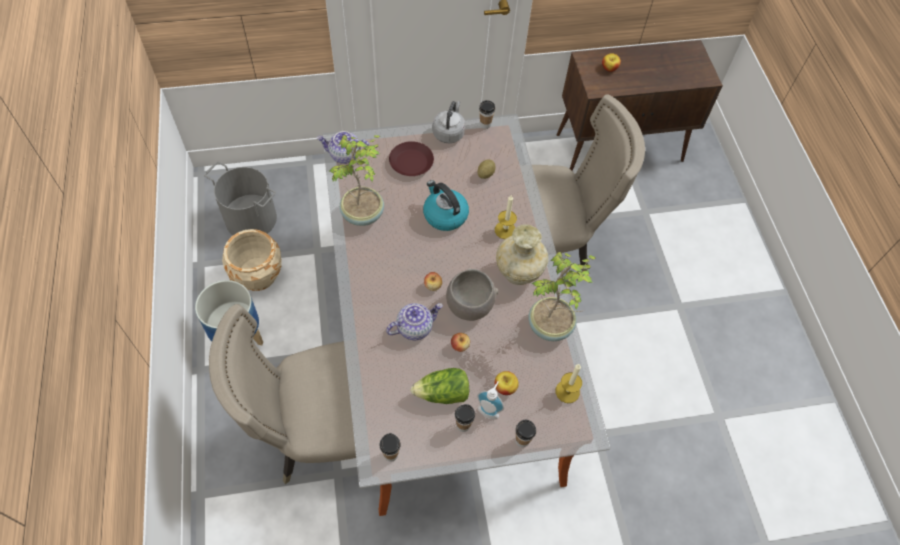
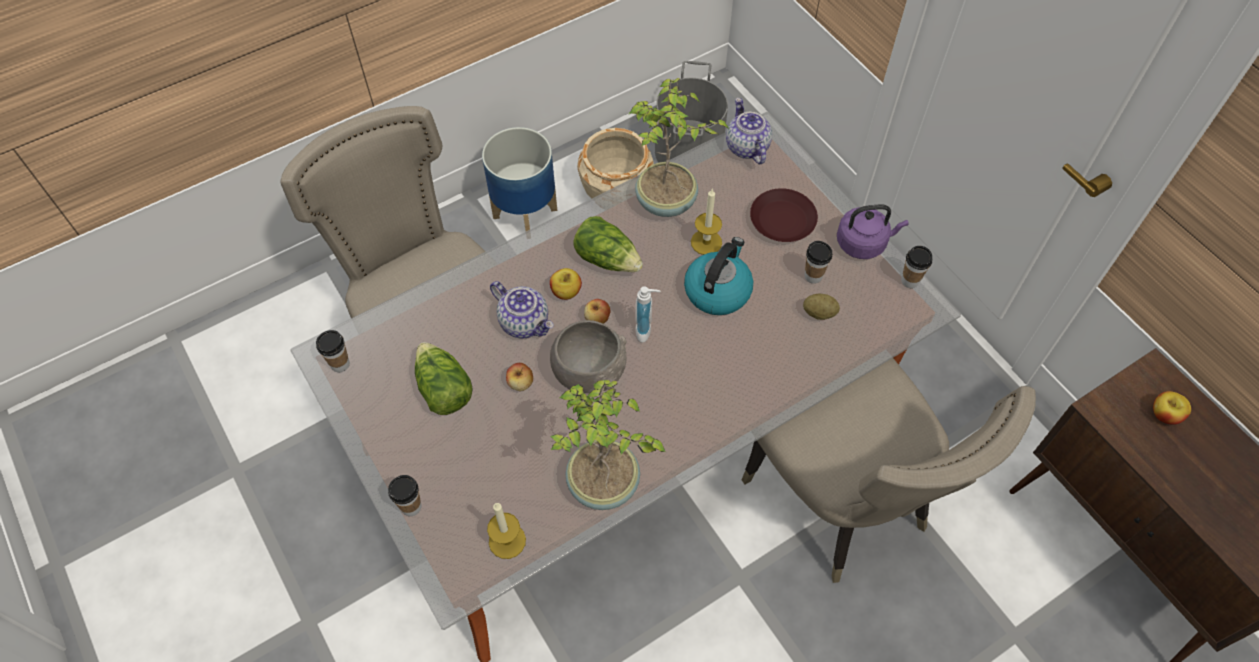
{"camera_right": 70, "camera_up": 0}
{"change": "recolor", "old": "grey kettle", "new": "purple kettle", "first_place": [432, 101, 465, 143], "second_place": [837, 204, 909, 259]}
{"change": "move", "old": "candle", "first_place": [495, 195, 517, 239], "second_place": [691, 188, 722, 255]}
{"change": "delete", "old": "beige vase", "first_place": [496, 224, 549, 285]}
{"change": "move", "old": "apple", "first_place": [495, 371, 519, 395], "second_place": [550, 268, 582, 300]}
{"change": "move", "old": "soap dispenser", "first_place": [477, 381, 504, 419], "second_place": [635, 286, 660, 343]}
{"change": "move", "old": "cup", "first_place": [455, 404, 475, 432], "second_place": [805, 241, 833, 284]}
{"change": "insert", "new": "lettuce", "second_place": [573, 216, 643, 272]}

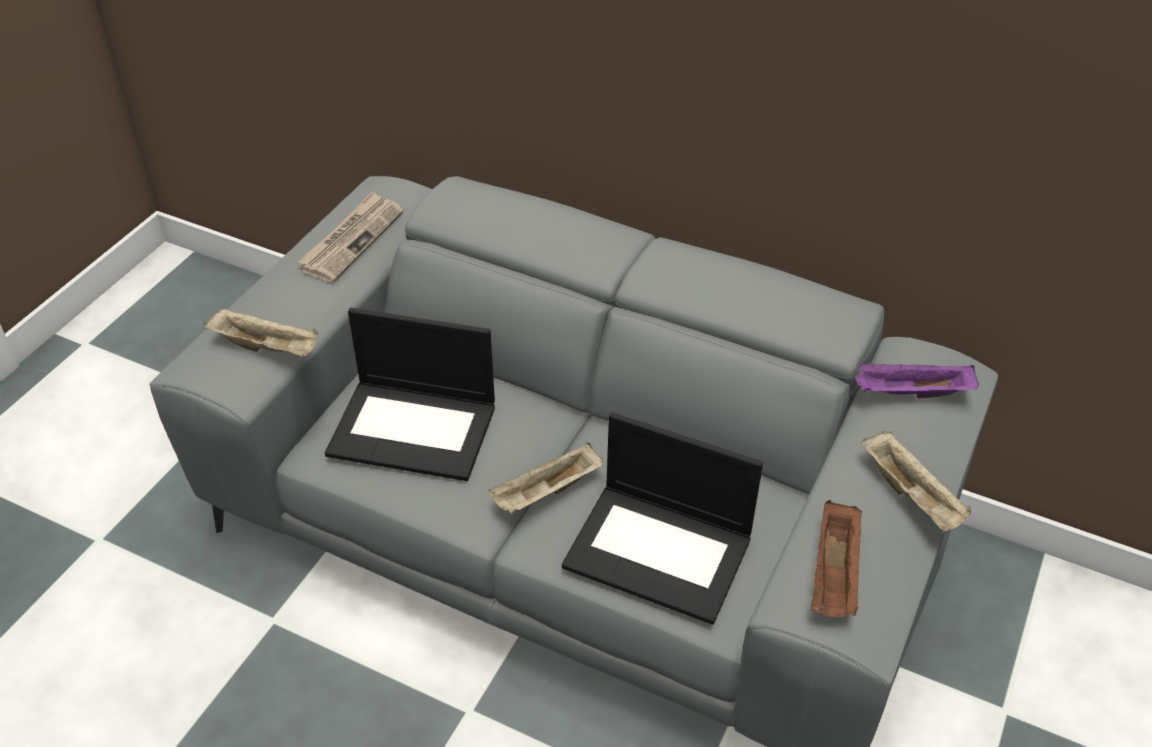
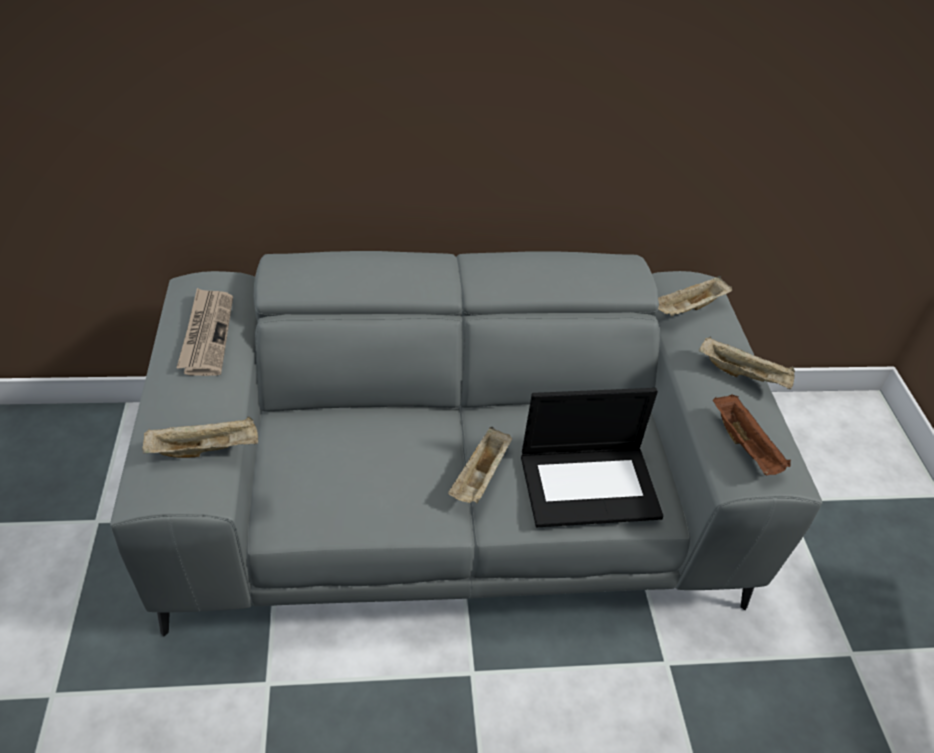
{"camera_right": -35, "camera_up": 0}
{"change": "delete", "old": "laptop", "first_place": [325, 308, 495, 481]}
{"change": "recolor", "old": "purple tray", "new": "beige tray", "first_place": [855, 363, 979, 398], "second_place": [658, 276, 732, 317]}

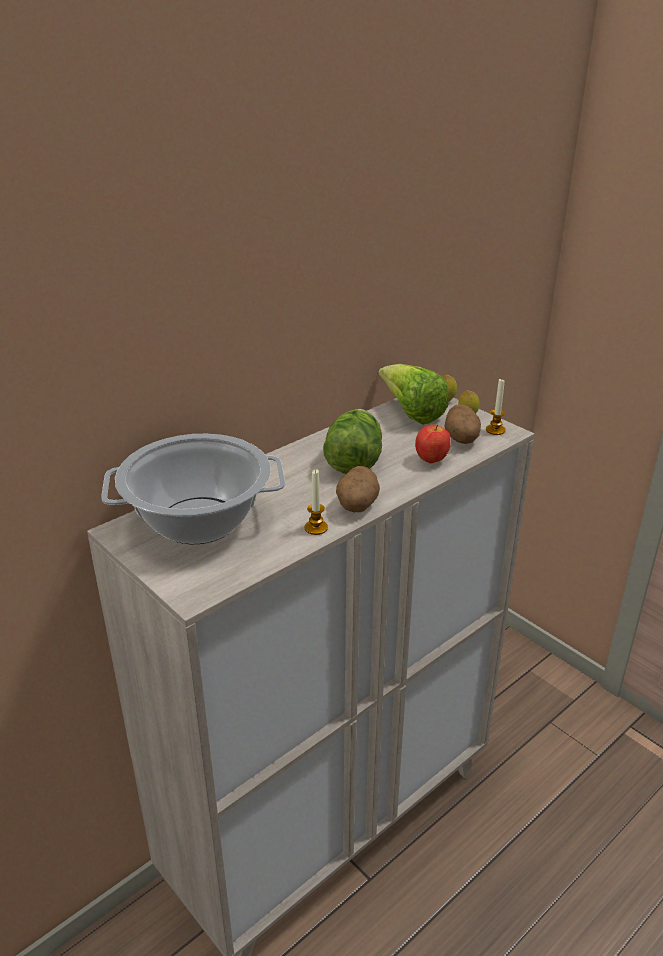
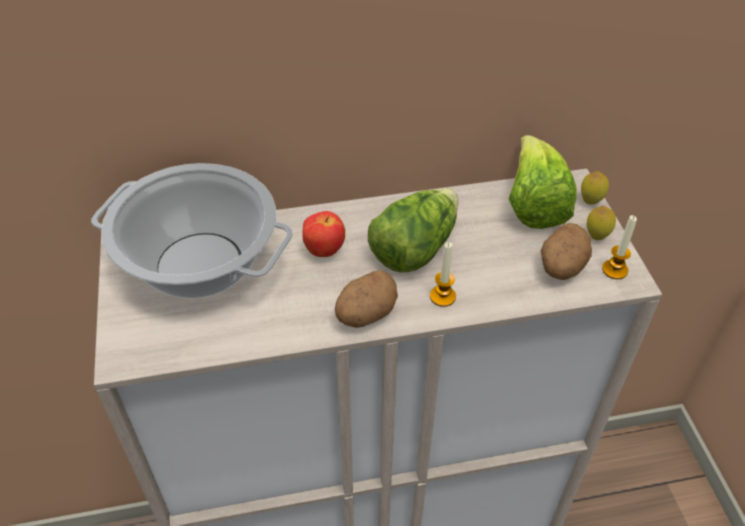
{"camera_right": 30, "camera_up": 15}
{"change": "move", "old": "apple", "first_place": [415, 424, 451, 463], "second_place": [302, 211, 345, 257]}
{"change": "move", "old": "candle", "first_place": [304, 469, 328, 535], "second_place": [430, 242, 456, 307]}

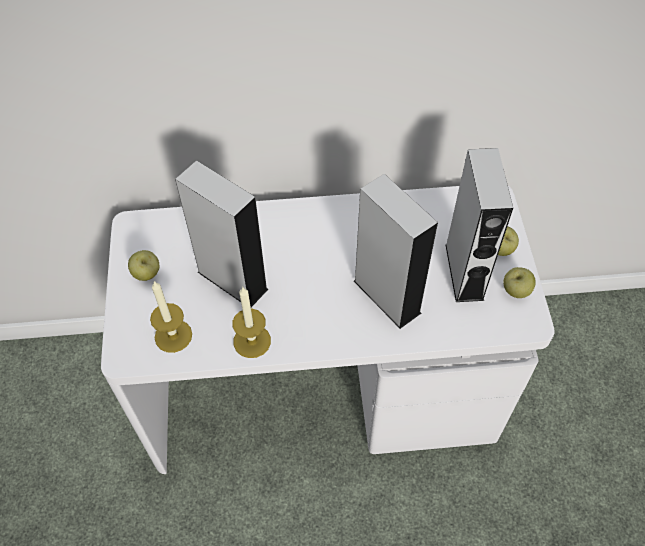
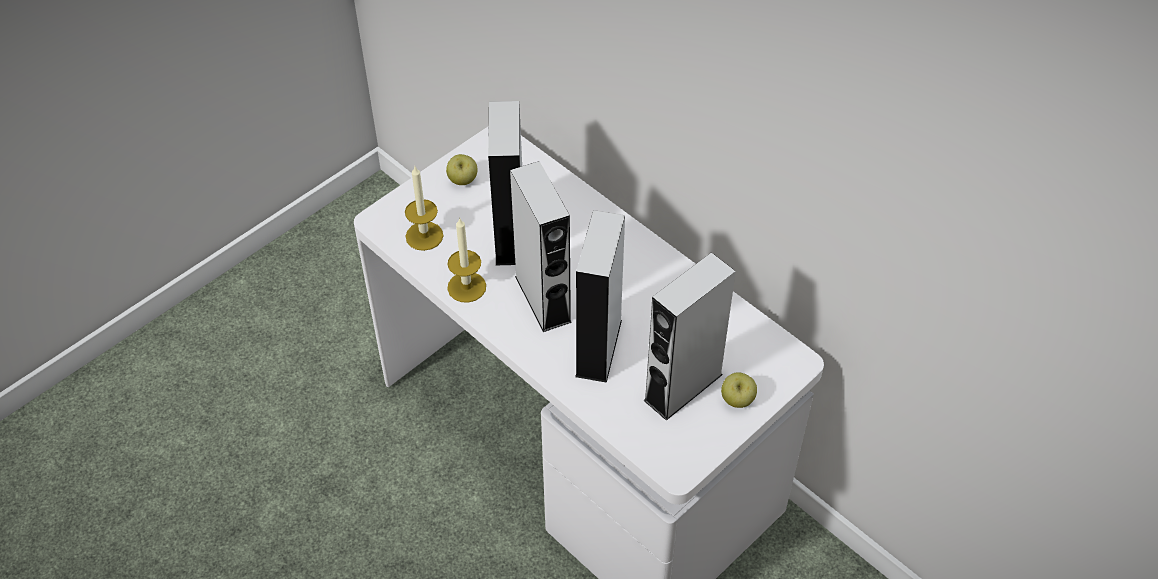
{"camera_right": 50, "camera_up": -5}
{"change": "delete", "old": "apple", "first_place": [504, 267, 536, 298]}
{"change": "insert", "new": "grey speaker", "second_place": [510, 161, 572, 332]}

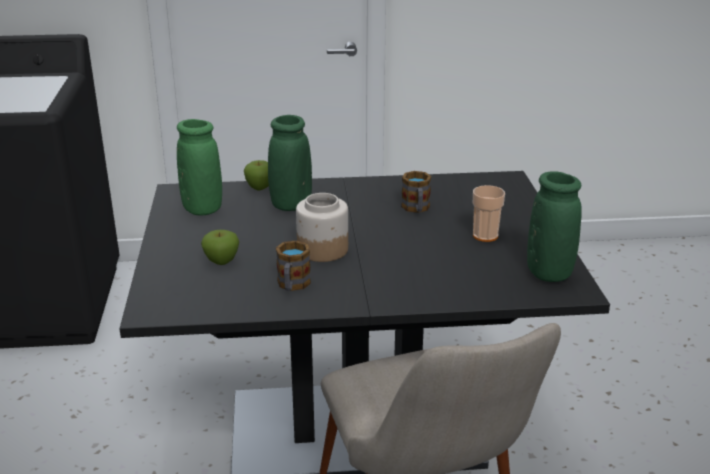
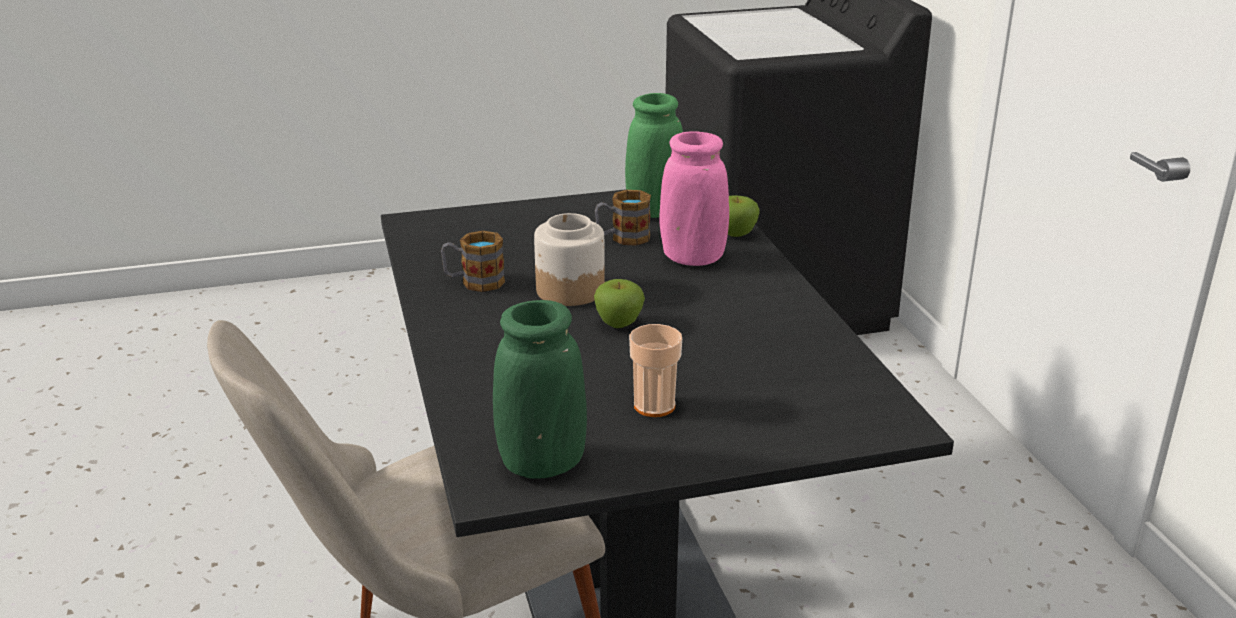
{"camera_right": 80, "camera_up": 0}
{"change": "recolor", "old": "green vase", "new": "pink vase", "first_place": [268, 115, 312, 211], "second_place": [659, 131, 729, 266]}
{"change": "move", "old": "mug", "first_place": [401, 171, 431, 213], "second_place": [595, 190, 651, 246]}
{"change": "move", "old": "apple", "first_place": [201, 230, 239, 265], "second_place": [594, 279, 645, 328]}

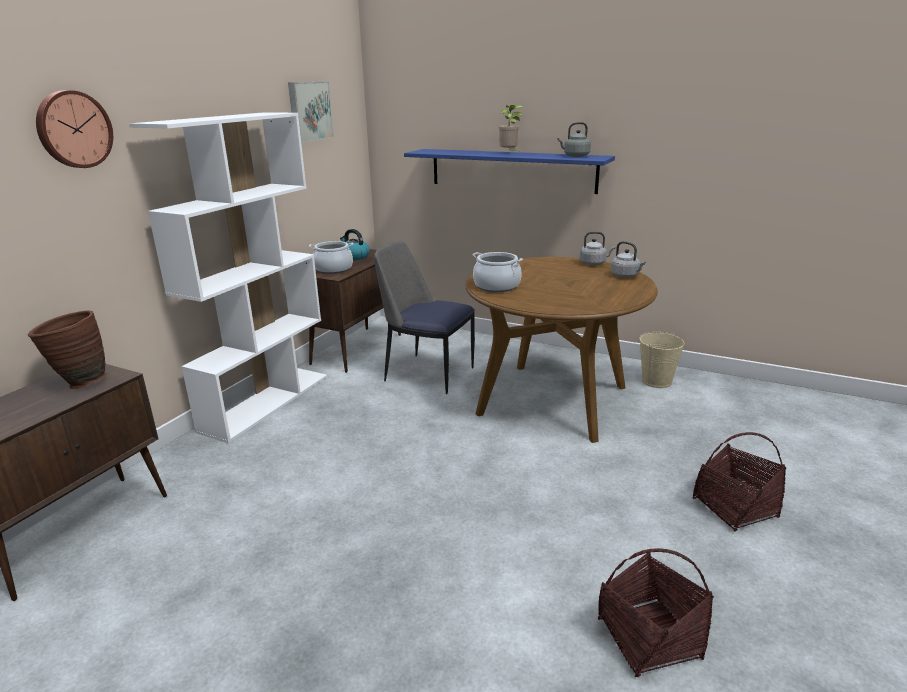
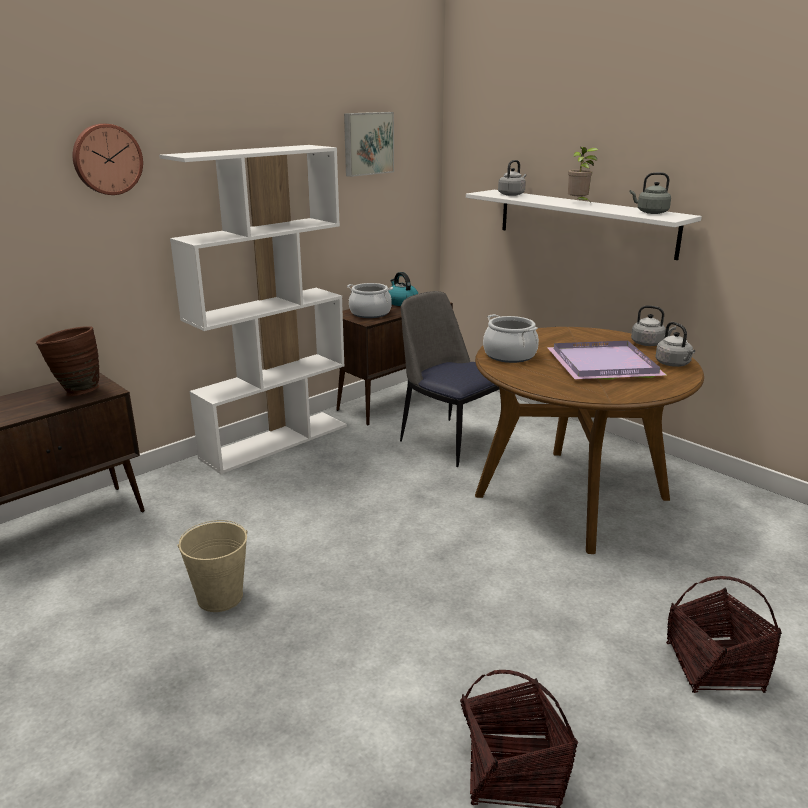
{"camera_right": 20, "camera_up": 0}
{"change": "recolor", "old": "blue shelf", "new": "white shelf", "first_place": [404, 149, 615, 194], "second_place": [466, 190, 702, 260]}
{"change": "move", "old": "beige bucket", "first_place": [639, 332, 685, 388], "second_place": [177, 520, 247, 612]}
{"change": "insert", "new": "grey kettle", "second_place": [498, 160, 526, 196]}
{"change": "insert", "new": "purple tray", "second_place": [547, 341, 666, 380]}

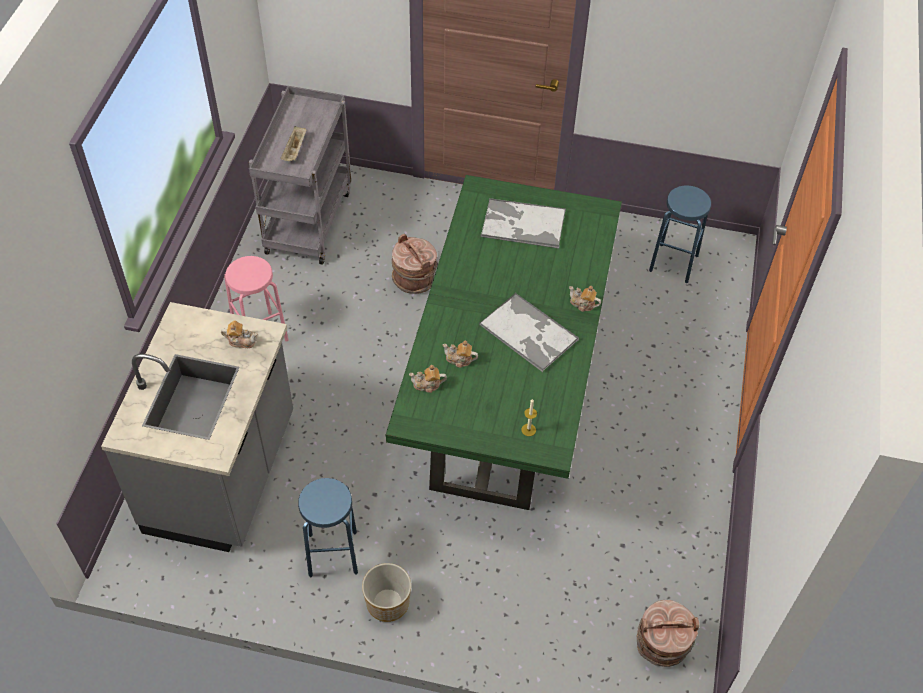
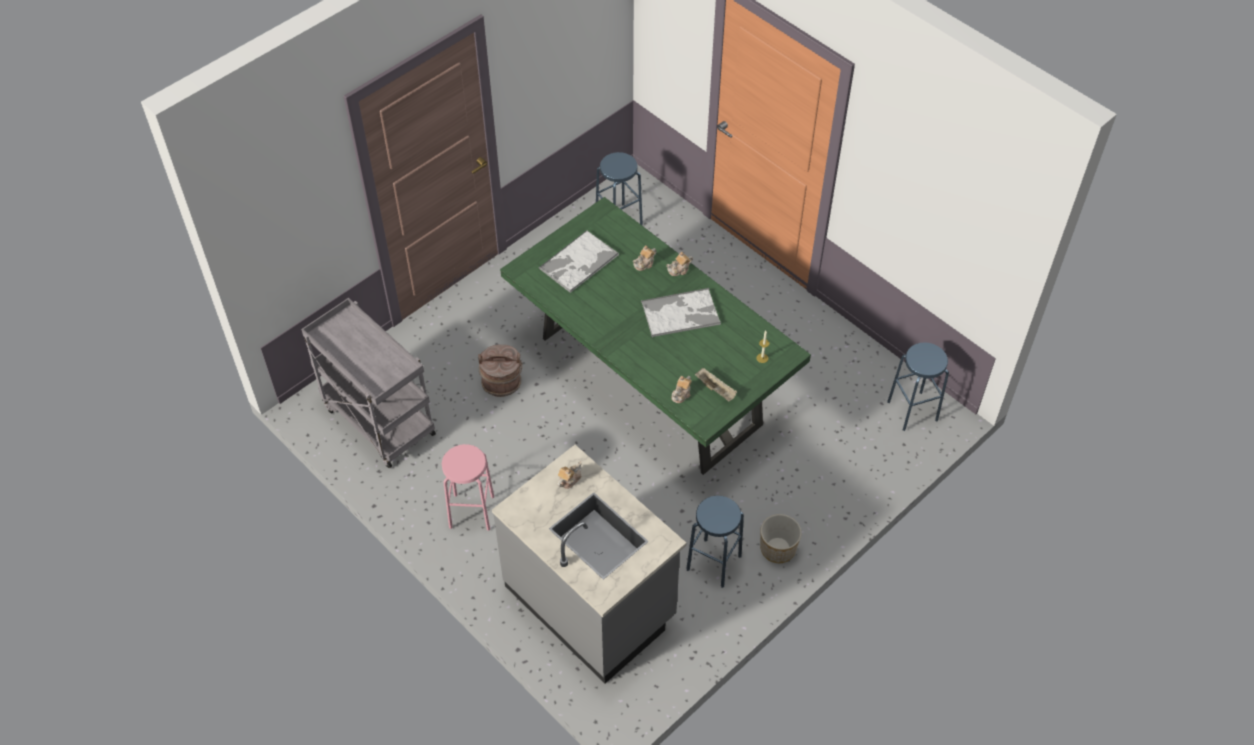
{"camera_right": -55, "camera_up": 0}
{"change": "move", "old": "beige tray", "first_place": [281, 126, 306, 161], "second_place": [695, 368, 737, 402]}
{"change": "move", "old": "teapot", "first_place": [443, 341, 478, 368], "second_place": [633, 245, 656, 271]}
{"change": "replace", "old": "brown bucket", "new": "blue stool", "first_place": [637, 600, 699, 667], "second_place": [887, 342, 949, 431]}

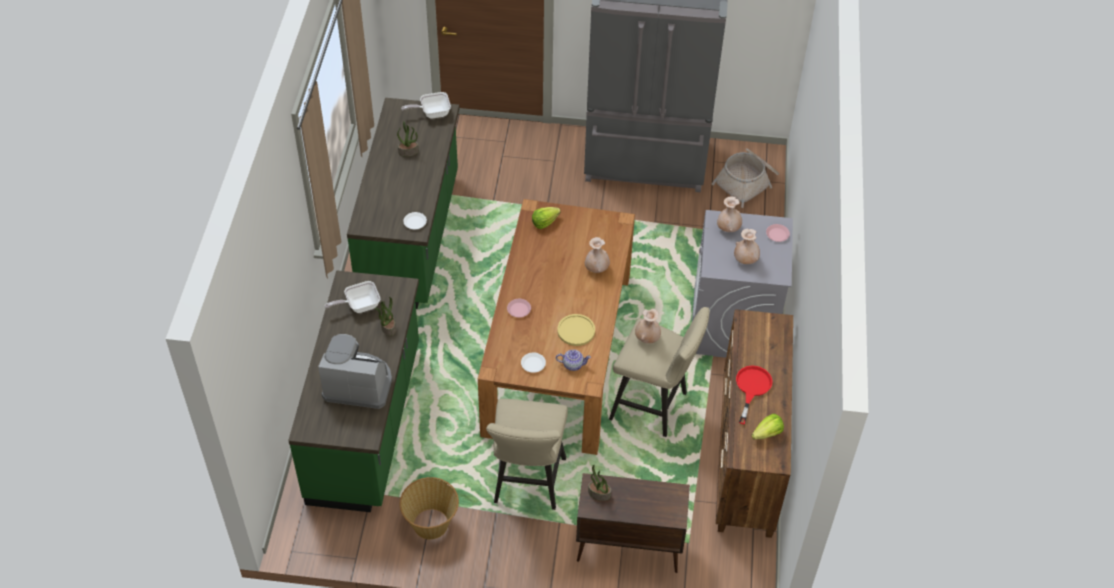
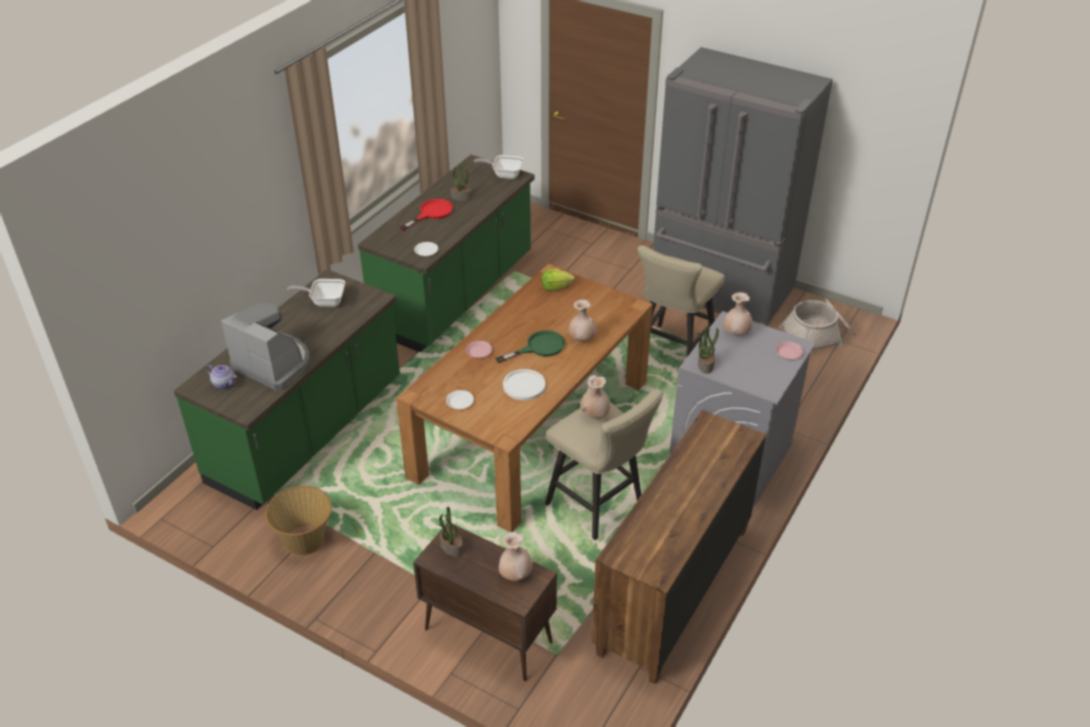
{"camera_right": 25, "camera_up": -10}
{"change": "move", "old": "beige vase", "first_place": [734, 228, 760, 264], "second_place": [499, 532, 533, 581]}
{"change": "move", "old": "potted plant", "first_place": [375, 297, 396, 336], "second_place": [697, 328, 719, 374]}
{"change": "recolor", "old": "yellow plate", "new": "white plate", "first_place": [557, 314, 595, 346], "second_place": [503, 369, 546, 400]}
{"change": "move", "old": "teapot", "first_place": [556, 350, 591, 371], "second_place": [206, 365, 237, 389]}
{"change": "move", "old": "red frying pan", "first_place": [736, 365, 773, 424], "second_place": [399, 199, 453, 231]}
{"change": "move", "old": "beige stool", "first_place": [486, 399, 568, 510], "second_place": [637, 245, 725, 358]}
{"change": "delete", "old": "lettuce", "first_place": [752, 414, 784, 440]}
{"change": "insert", "new": "green frying pan", "second_place": [495, 330, 565, 363]}

